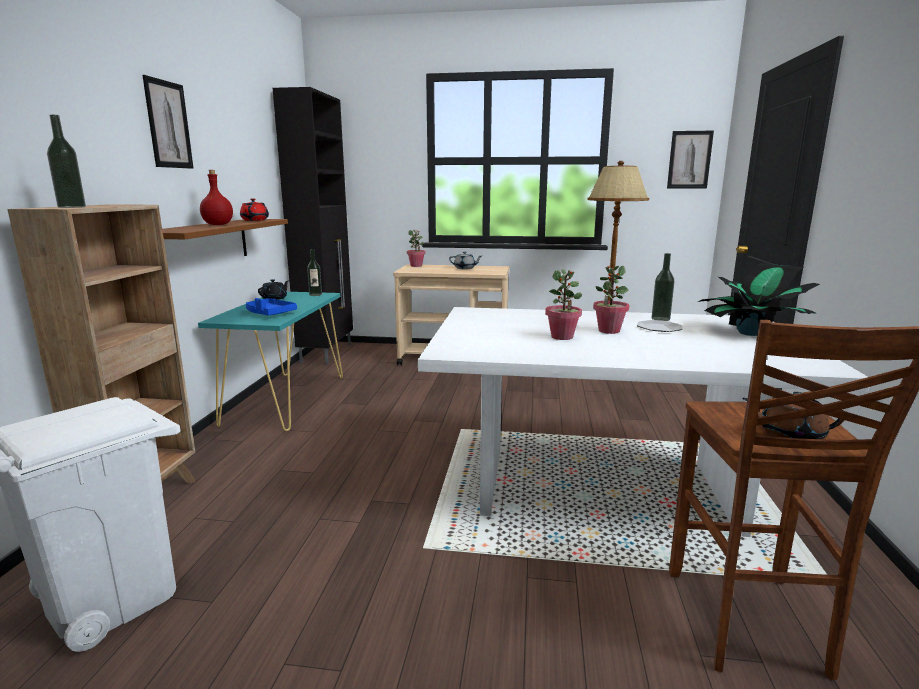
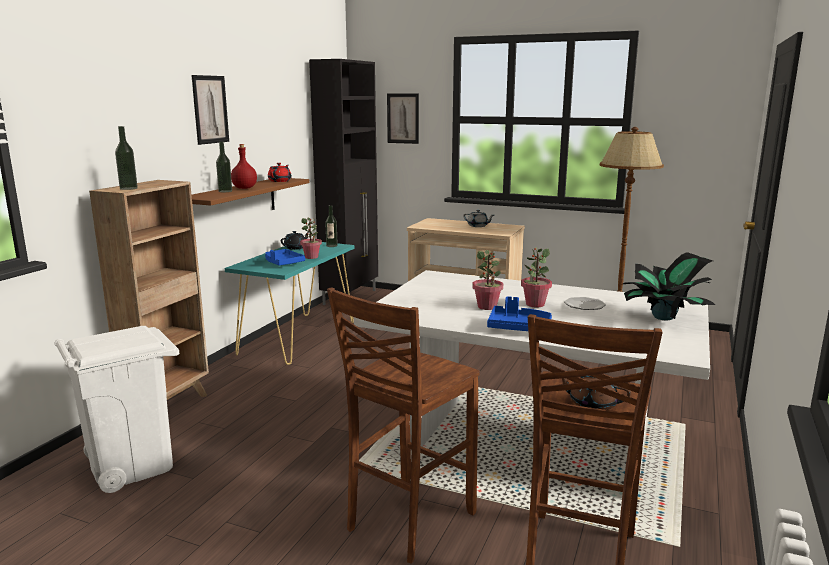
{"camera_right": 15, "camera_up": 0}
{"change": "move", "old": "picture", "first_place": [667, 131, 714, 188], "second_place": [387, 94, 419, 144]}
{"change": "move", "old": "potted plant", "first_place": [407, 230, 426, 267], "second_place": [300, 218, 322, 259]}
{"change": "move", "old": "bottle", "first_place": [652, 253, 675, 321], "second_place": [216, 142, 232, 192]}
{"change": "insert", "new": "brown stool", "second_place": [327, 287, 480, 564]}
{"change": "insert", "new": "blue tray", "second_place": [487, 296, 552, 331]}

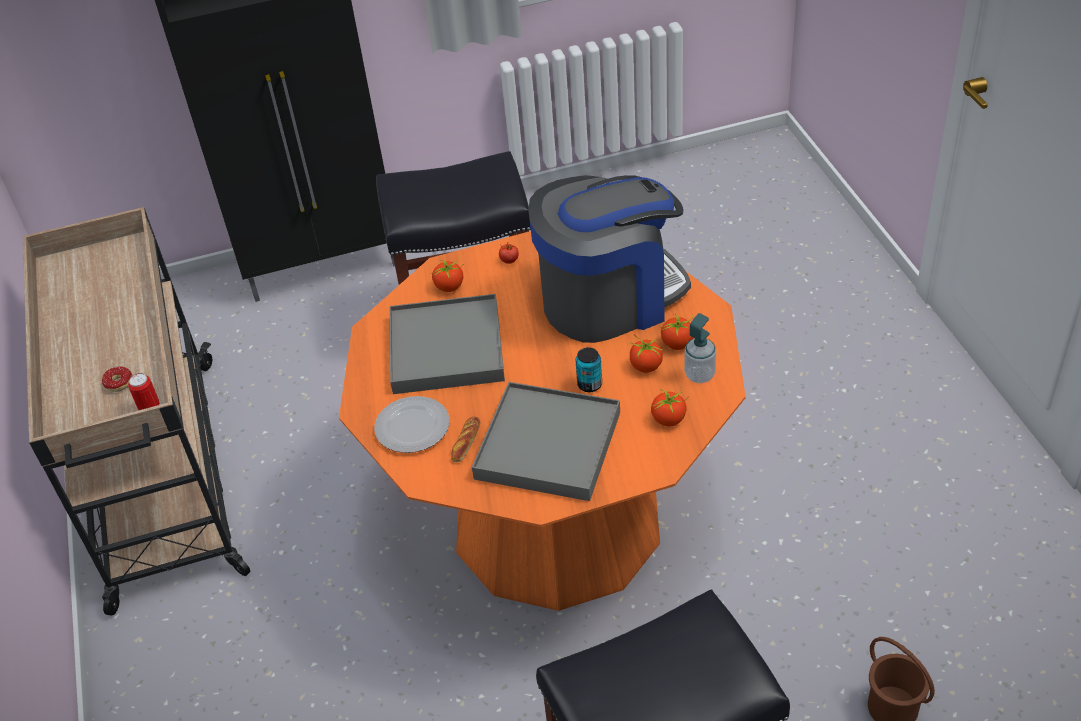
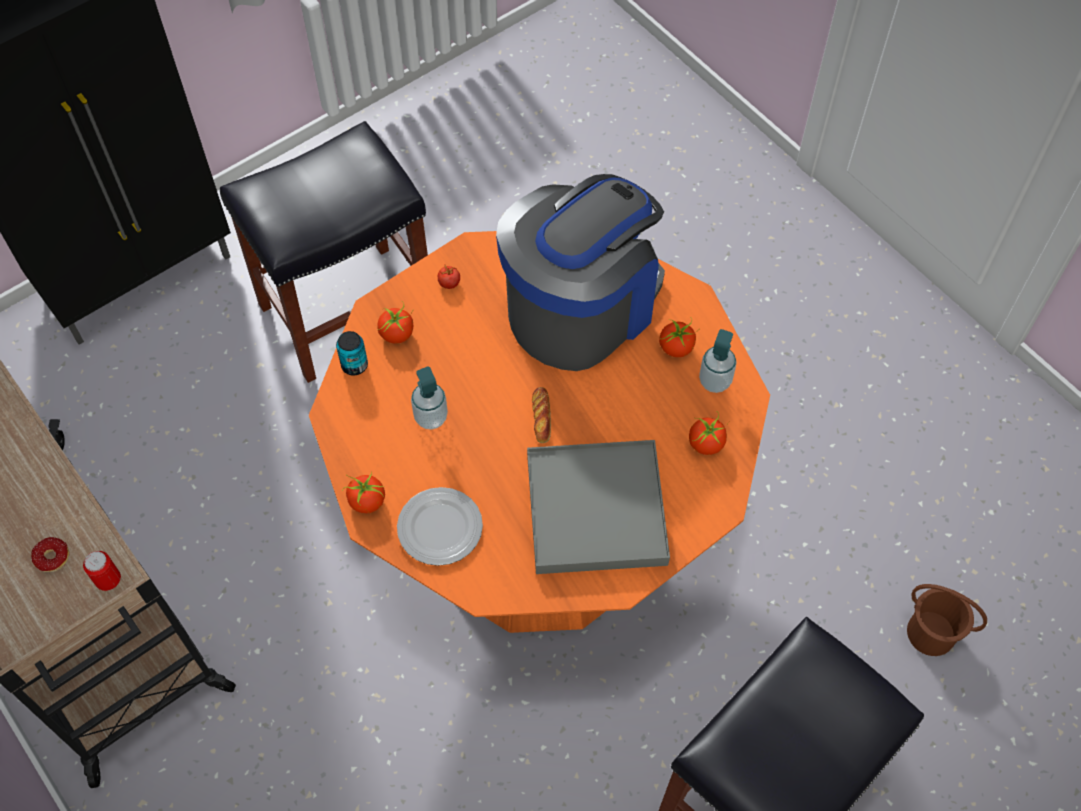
{"camera_right": -25, "camera_up": 15}
{"change": "replace", "old": "grey tray", "new": "soap dispenser", "first_place": [389, 294, 505, 394], "second_place": [411, 366, 448, 430]}
{"change": "move", "old": "tomato", "first_place": [627, 336, 663, 373], "second_place": [342, 472, 385, 513]}
{"change": "move", "old": "can", "first_place": [575, 347, 602, 392], "second_place": [336, 331, 368, 376]}
{"change": "move", "old": "bread", "first_place": [451, 416, 480, 462], "second_place": [532, 387, 551, 443]}

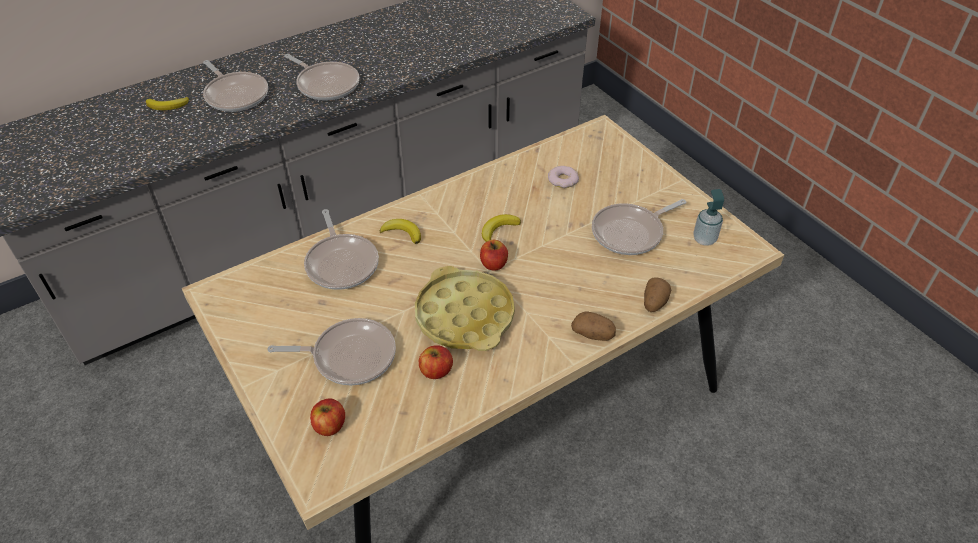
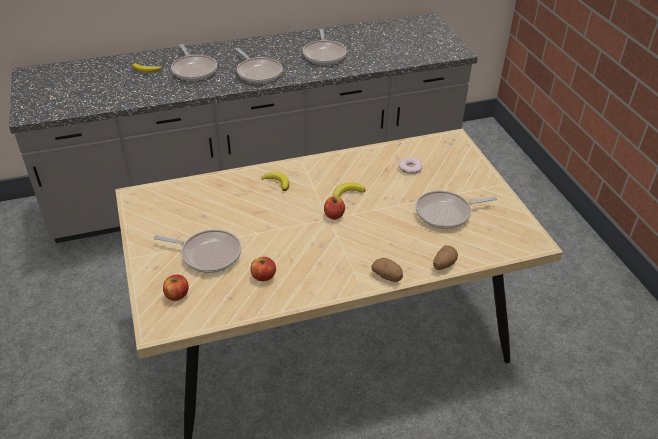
{"camera_right": 15, "camera_up": -5}
{"change": "delete", "old": "soap dispenser", "first_place": [693, 189, 724, 246]}
{"change": "move", "old": "frying pan", "first_place": [304, 209, 379, 290], "second_place": [303, 29, 346, 65]}
{"change": "delete", "old": "yellow tray", "first_place": [415, 266, 515, 351]}

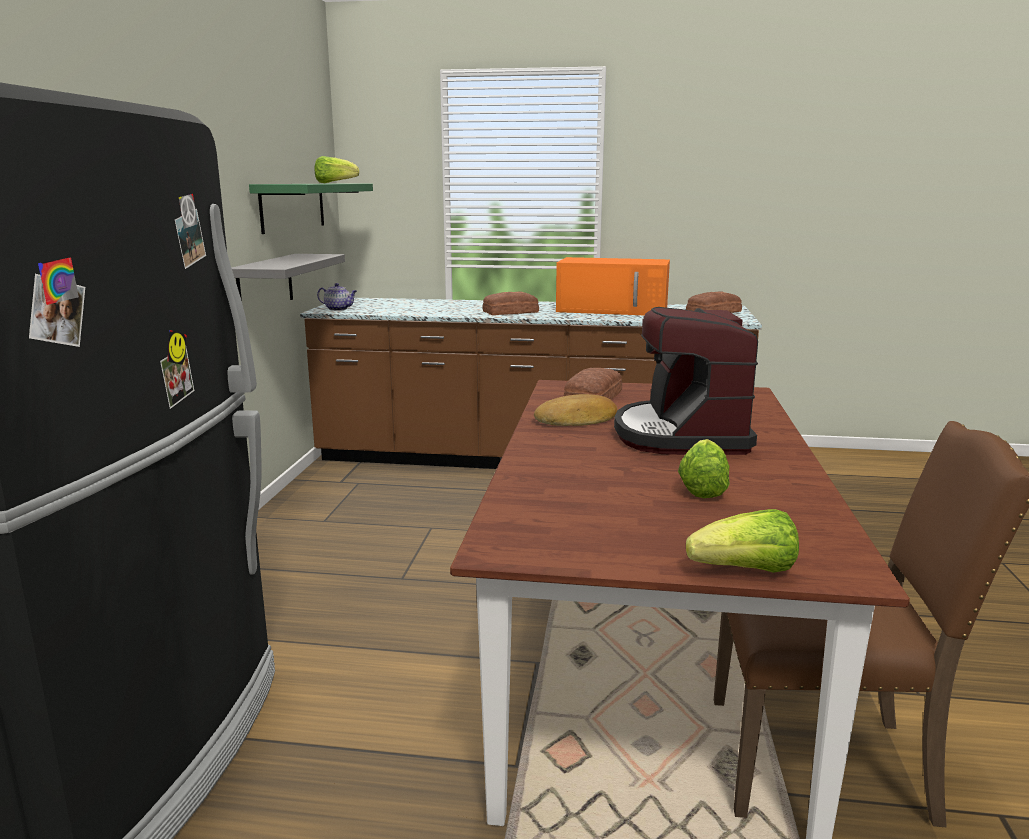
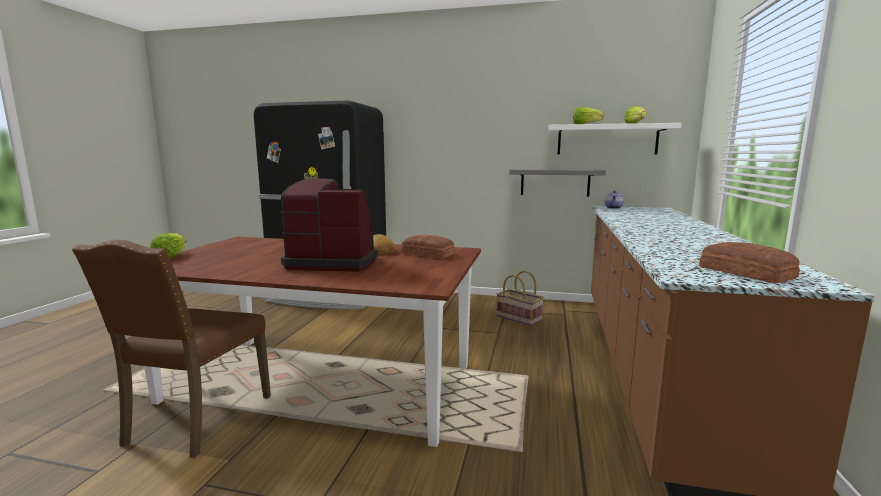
{"camera_right": 95, "camera_up": -5}
{"change": "recolor", "old": "green shelf", "new": "white shelf", "first_place": [249, 184, 373, 234], "second_place": [548, 123, 682, 154]}
{"change": "delete", "old": "orange microwave", "first_place": [556, 257, 670, 315]}
{"change": "delete", "old": "bread", "first_place": [482, 292, 539, 315]}
{"change": "move", "old": "lettuce", "first_place": [678, 439, 730, 498], "second_place": [573, 107, 604, 124]}
{"change": "insert", "new": "basket", "second_place": [496, 270, 544, 326]}

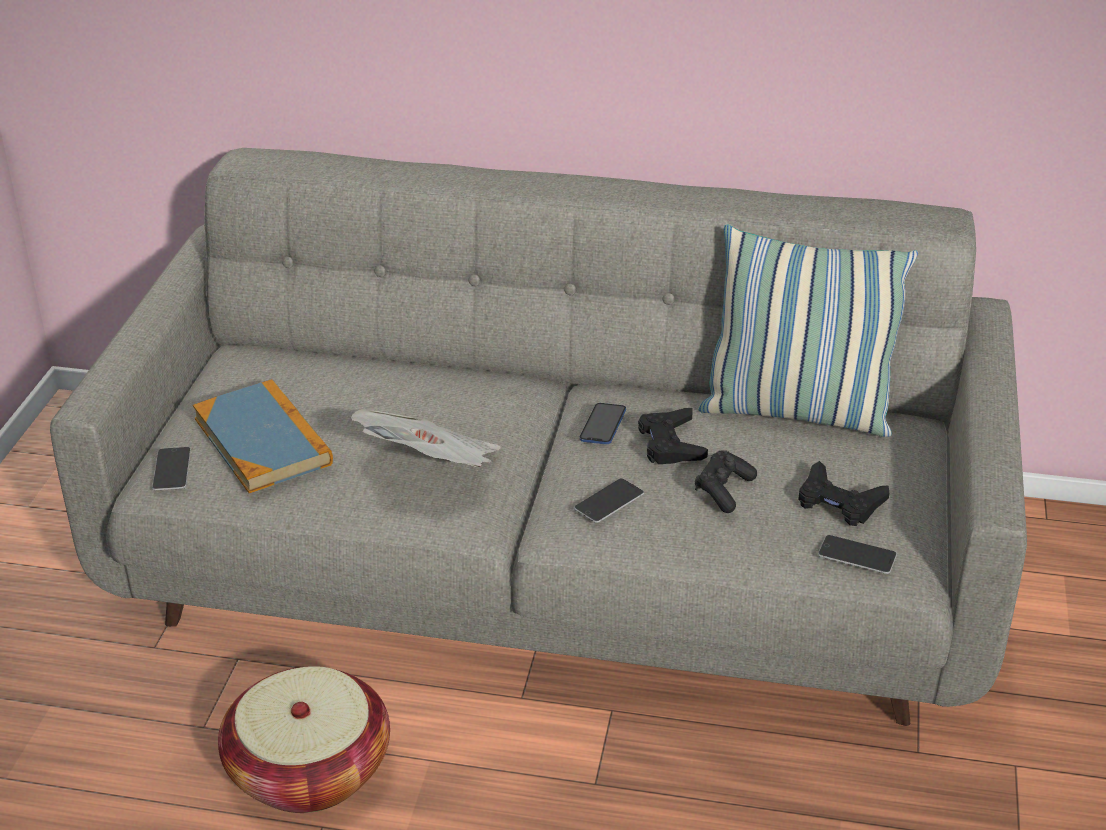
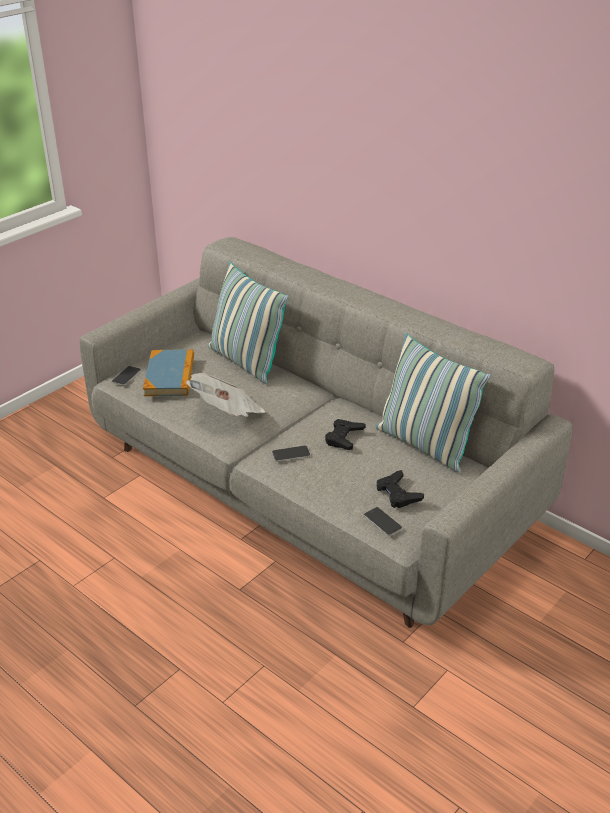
{"camera_right": 30, "camera_up": 0}
{"change": "delete", "old": "phone", "first_place": [580, 403, 626, 444]}
{"change": "delete", "old": "black game controller", "first_place": [695, 450, 757, 513]}
{"change": "delete", "old": "basket", "first_place": [218, 666, 390, 813]}
{"change": "insert", "new": "pillow", "second_place": [208, 262, 289, 384]}

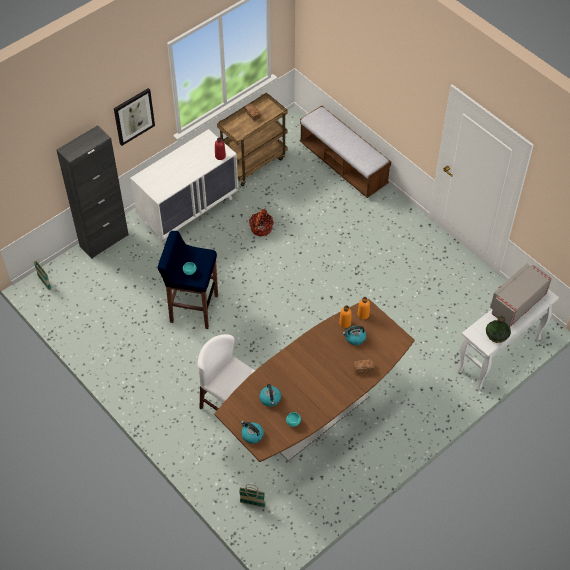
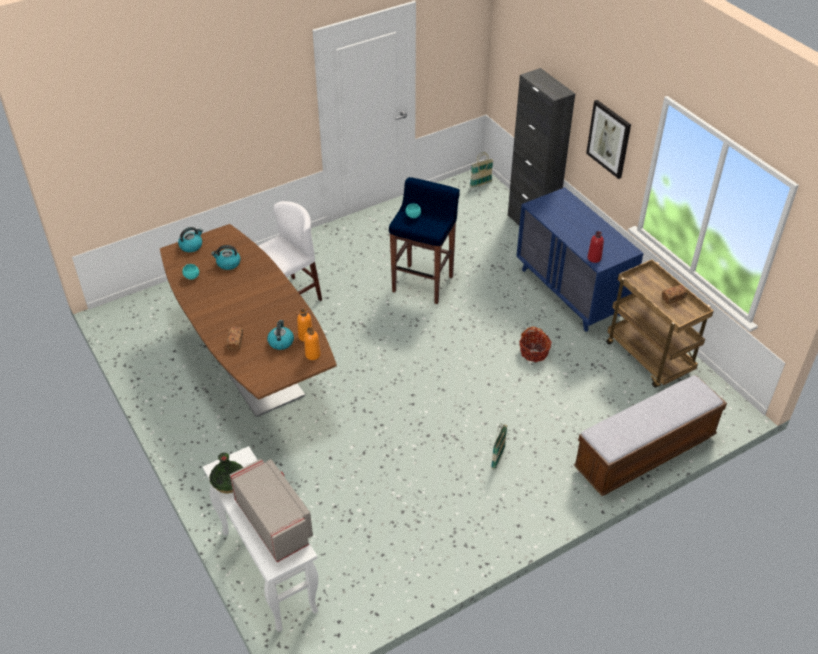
{"camera_right": 100, "camera_up": -10}
{"change": "recolor", "old": "white dresser", "new": "blue dresser", "first_place": [130, 129, 238, 243], "second_place": [516, 187, 644, 332]}
{"change": "move", "old": "basket", "first_place": [239, 484, 266, 508], "second_place": [491, 423, 508, 470]}

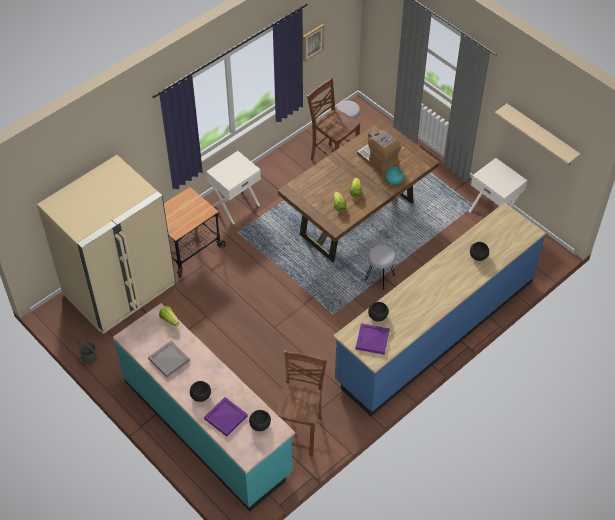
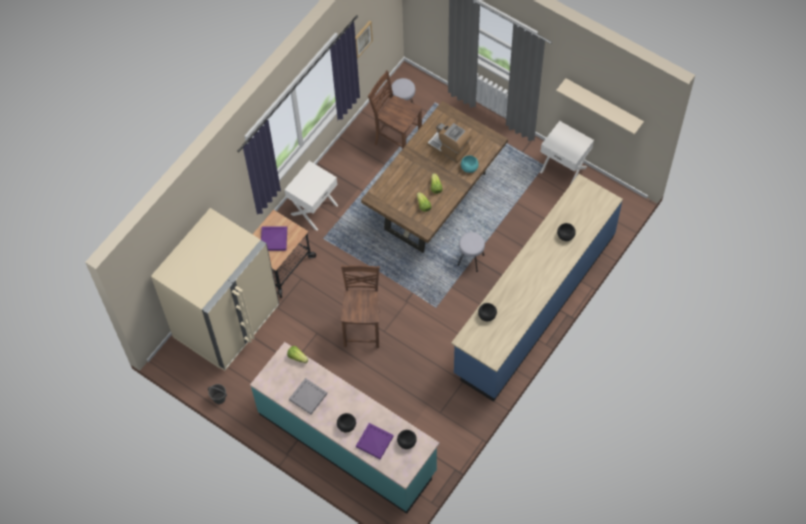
{"camera_right": -10, "camera_up": 10}
{"change": "move", "old": "purple tray", "first_place": [356, 323, 390, 355], "second_place": [261, 226, 287, 251]}
{"change": "move", "old": "brown chair", "first_place": [274, 351, 327, 457], "second_place": [341, 265, 380, 348]}

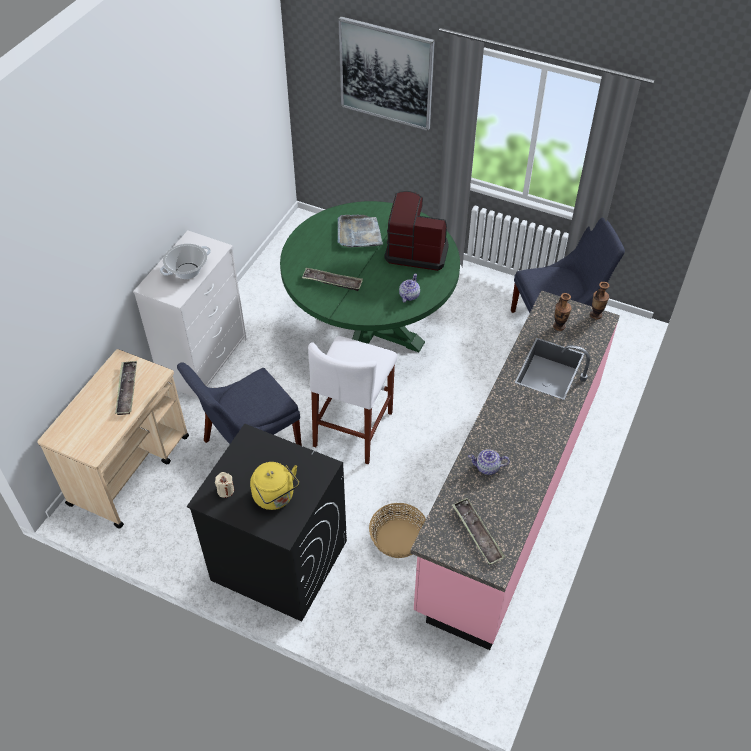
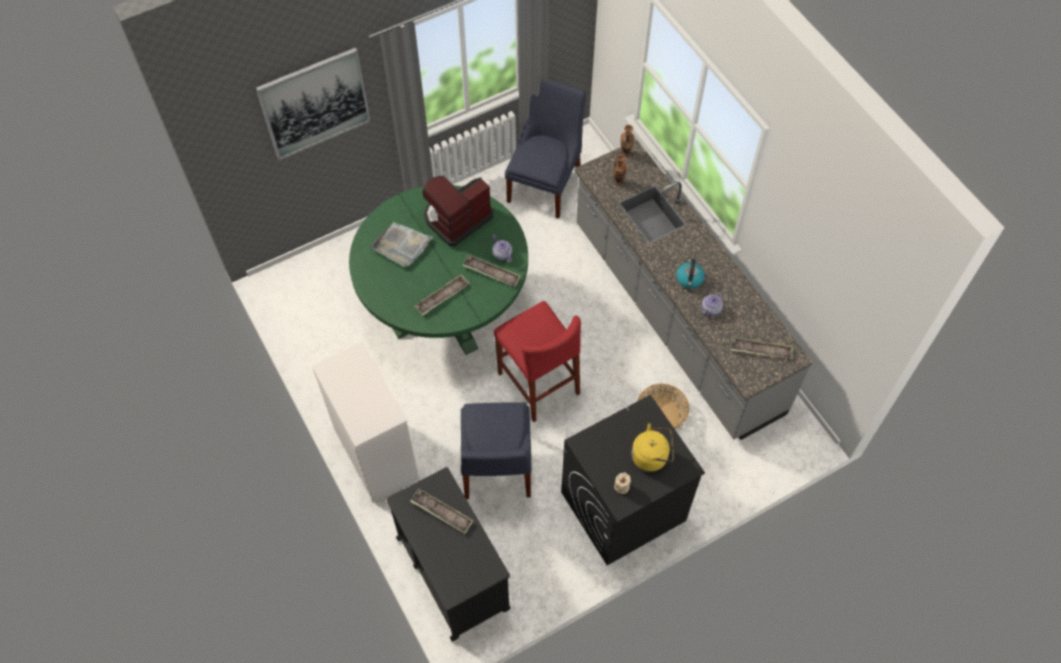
{"camera_right": -55, "camera_up": 10}
{"change": "delete", "old": "cooking pot", "first_place": [160, 244, 211, 279]}
{"change": "recolor", "old": "pink counter", "new": "grey counter", "first_place": [410, 290, 620, 650], "second_place": [574, 140, 813, 440]}
{"change": "recolor", "old": "white stool", "new": "red stool", "first_place": [308, 336, 397, 464], "second_place": [494, 301, 581, 422]}
{"change": "recolor", "old": "beige cart", "new": "black cart", "first_place": [37, 349, 189, 529], "second_place": [386, 467, 510, 641]}
{"change": "insert", "new": "tray", "second_place": [462, 255, 521, 287]}
{"change": "insert", "new": "kettle", "second_place": [676, 259, 705, 289]}

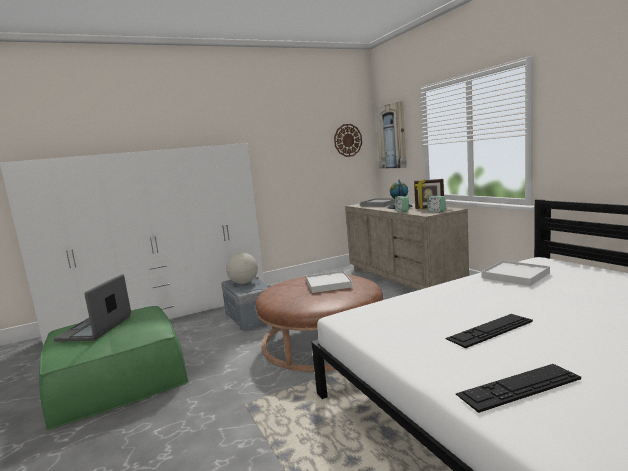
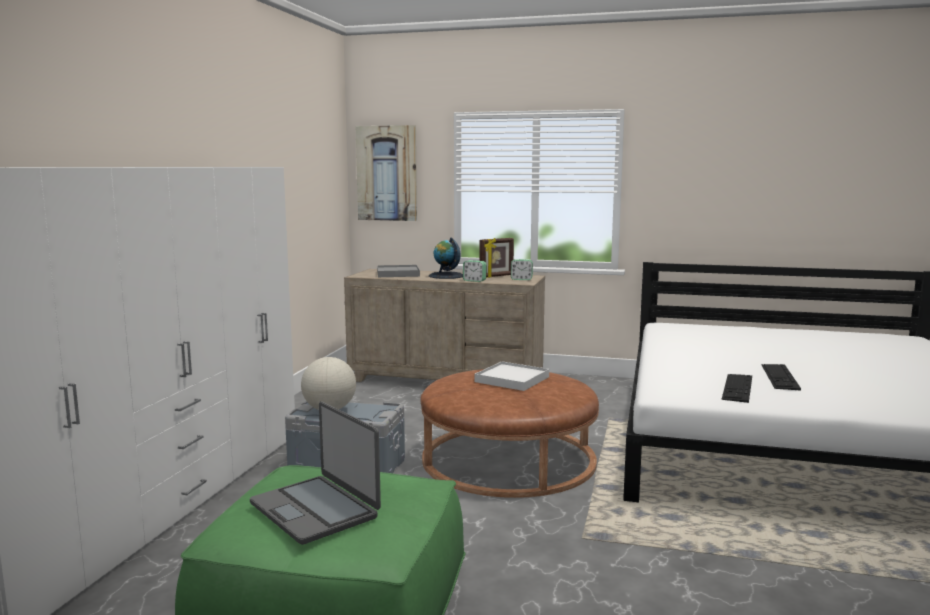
{"camera_right": -50, "camera_up": 0}
{"change": "delete", "old": "wall clock", "first_place": [334, 124, 362, 157]}
{"change": "delete", "old": "white tray", "first_place": [481, 260, 550, 286]}
{"change": "move", "old": "keyboard", "first_place": [456, 364, 581, 413], "second_place": [722, 374, 752, 403]}

